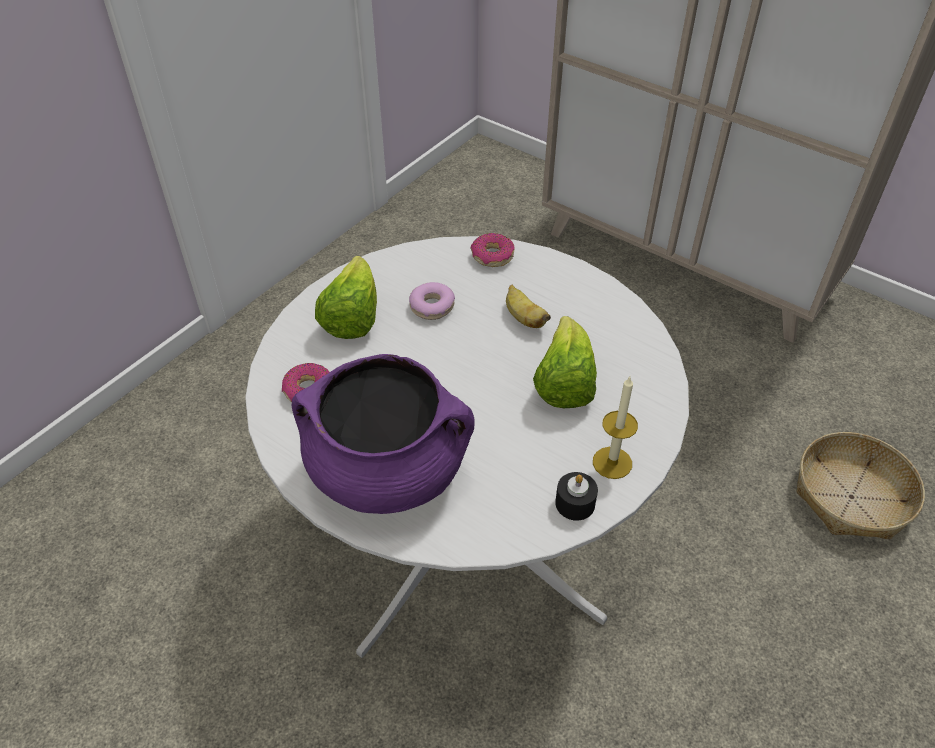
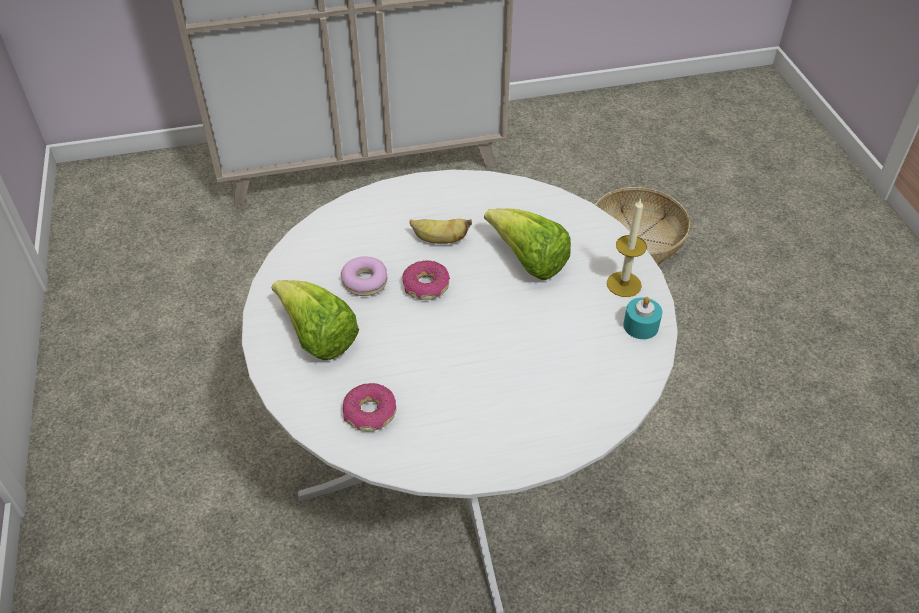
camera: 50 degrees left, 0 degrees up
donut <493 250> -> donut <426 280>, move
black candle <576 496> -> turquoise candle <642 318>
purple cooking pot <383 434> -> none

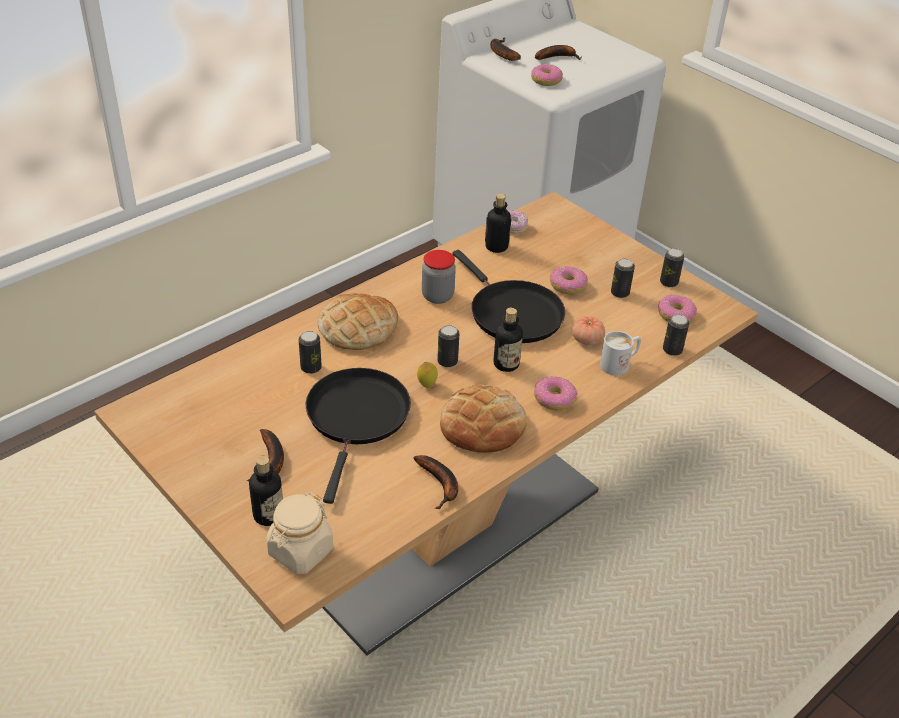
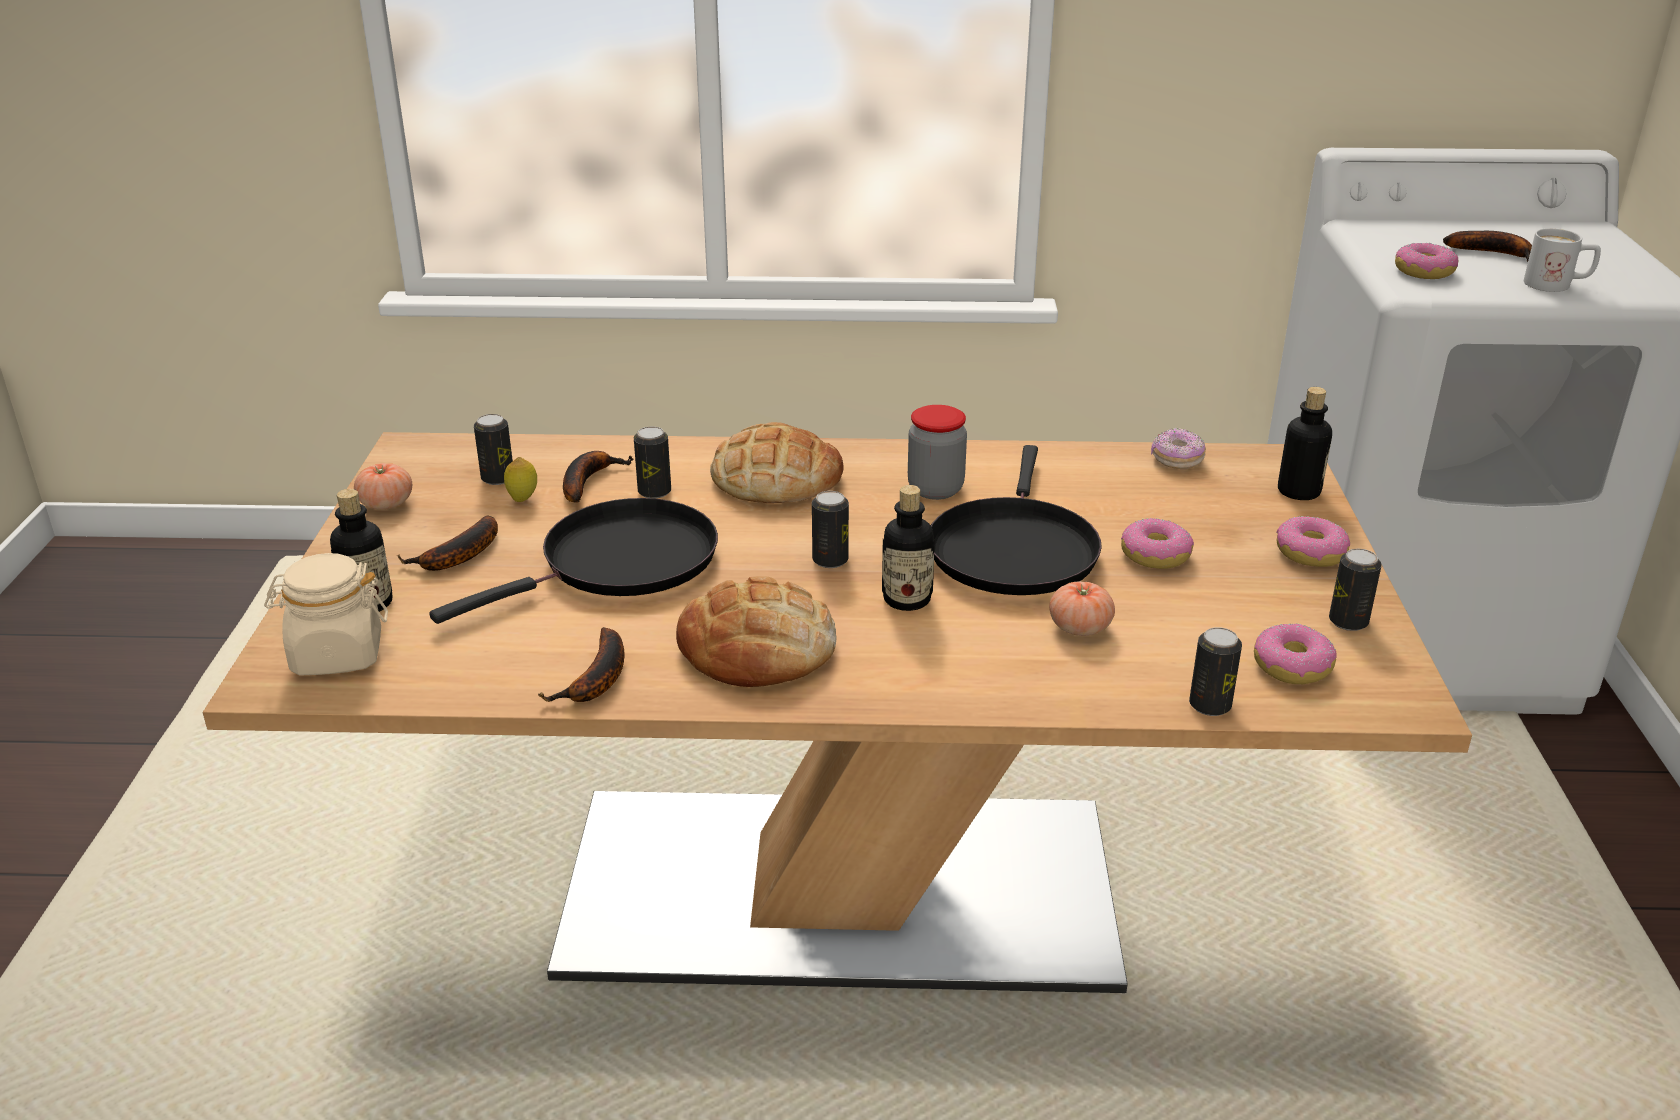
camera: 45 degrees right, 10 degrees down
none -> tomato <383 486>
can <623 278> -> can <493 449>, move
lemon <427 375> -> lemon <520 479>, move
banana <505 49> -> banana <598 477>, move
donut <555 393> -> donut <1313 541>, move
bottle <498 223> -> bottle <1305 443>, move
white mug <620 353> -> white mug <1562 260>, move

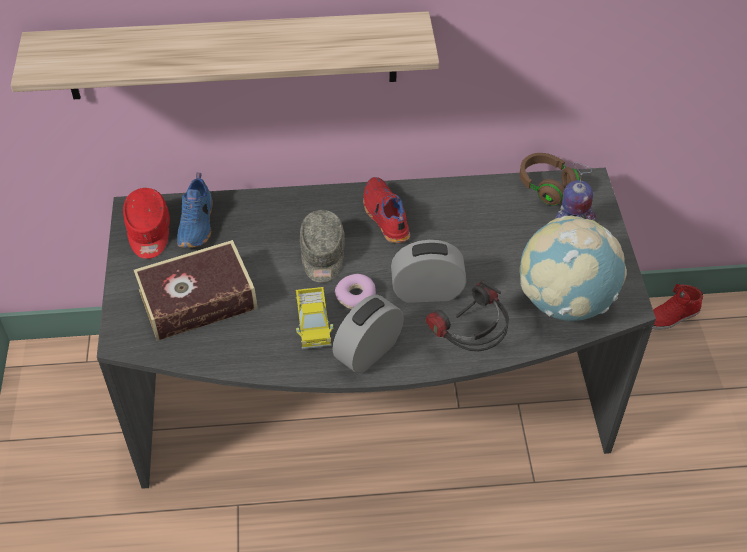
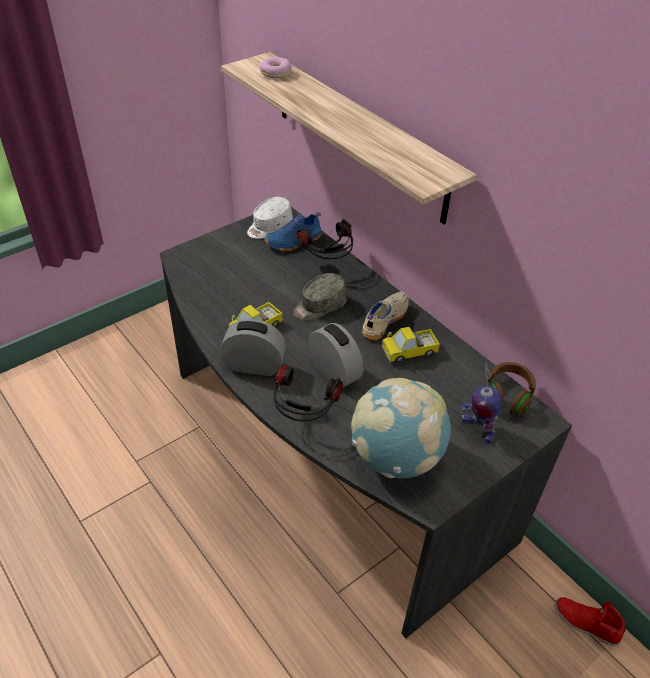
camera: 55 degrees right, 5 degrees down
red cap <146 223> -> white cap <270 218>
donut <355 291> -> donut <276 67>, move
none -> headphones <325 239>
red shoe <386 210> -> beige shoe <385 316>
none -> toy truck <411 345>
book <195 290> -> none

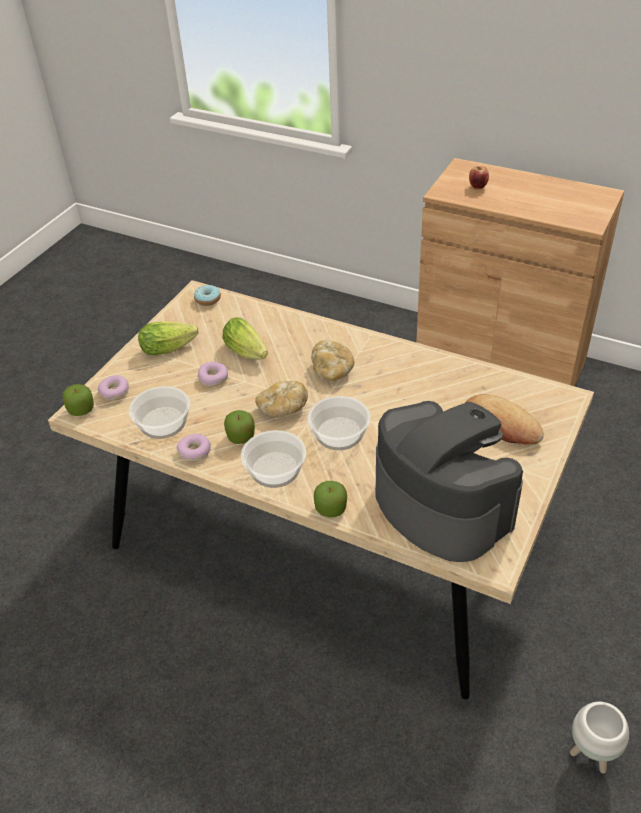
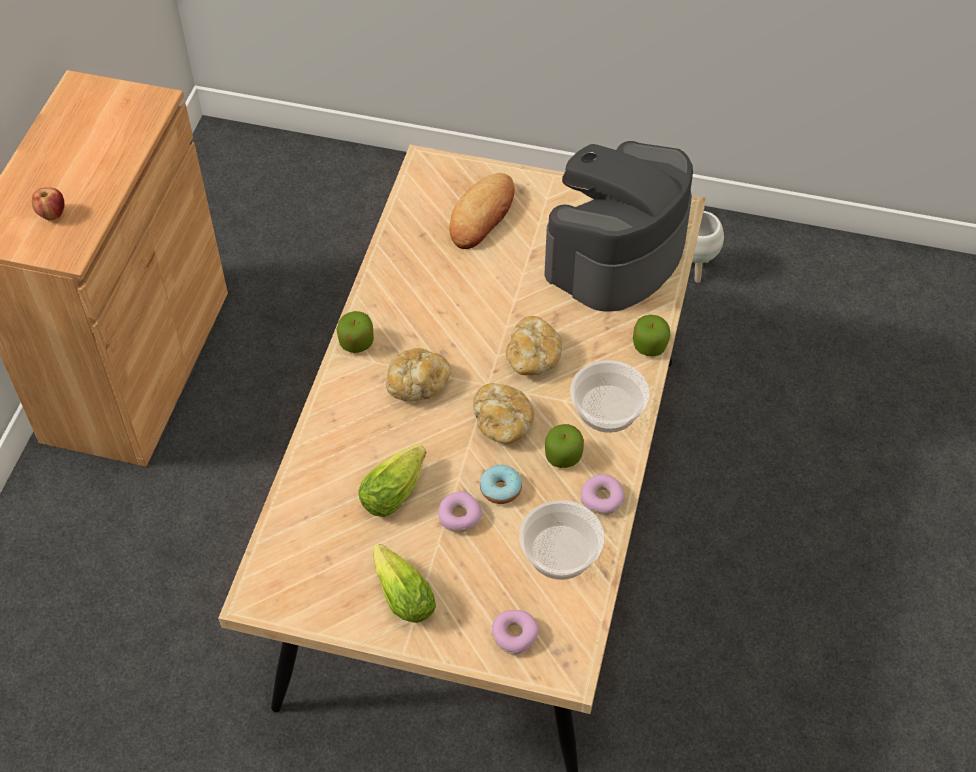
camera: 105 degrees left, 10 degrees up
apple <78 400> -> apple <355 332>, move
donut <207 295> -> donut <501 484>, move
bowl <338 423> -> bread <534 345>

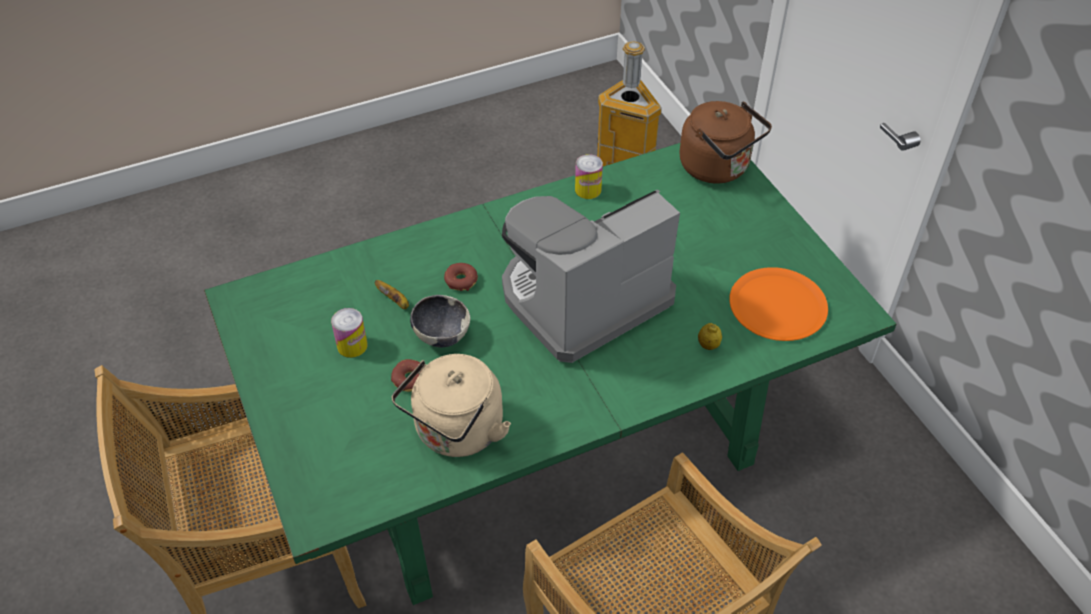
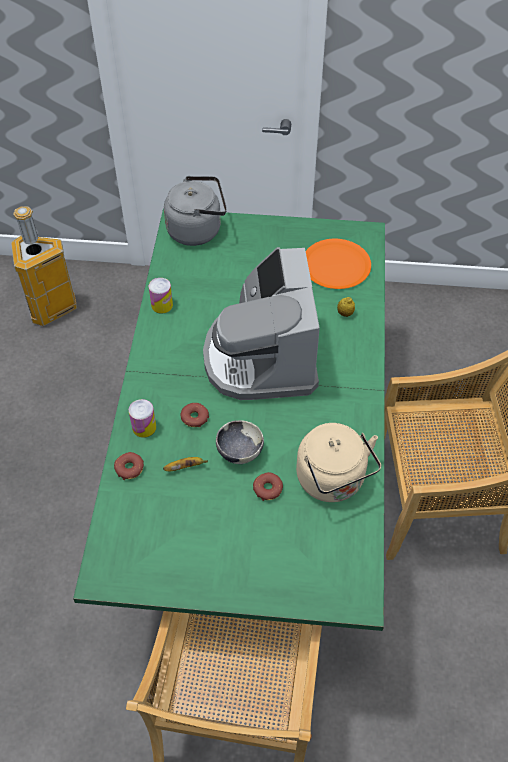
camera: 60 degrees left, 5 degrees up
none -> donut <129 466>
can <349 333> -> can <142 418>, move
brown kettle <725 142> -> grey kettle <195 211>

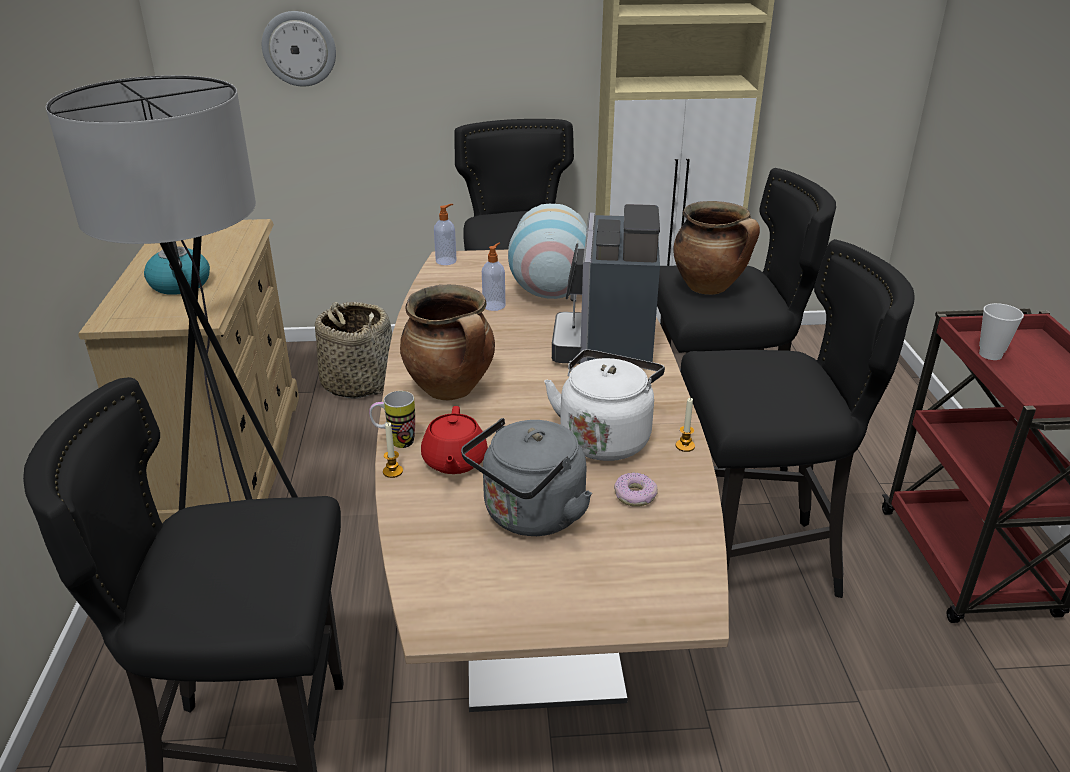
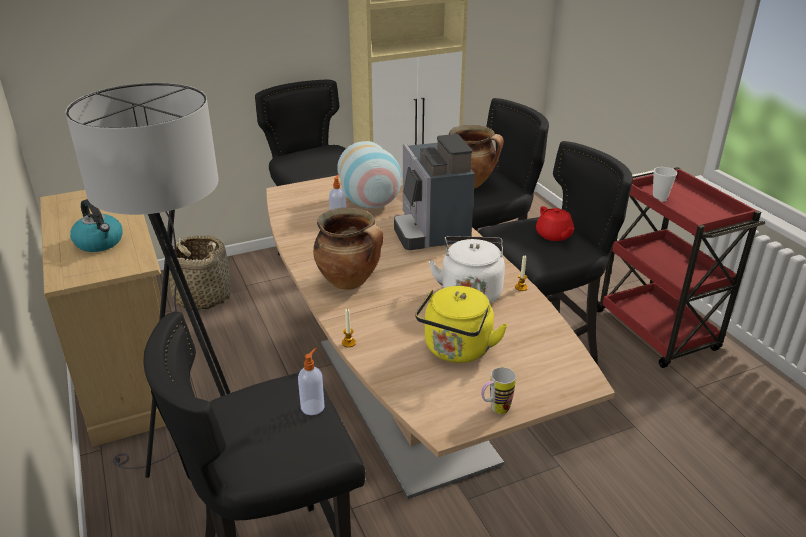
camera: 20 degrees left, 0 degrees up
soap dispenser <445 234> -> soap dispenser <311 381>, move
grey kettle <526 477> -> yellow kettle <461 324>
mug <392 419> -> mug <498 390>, move
red teapot <454 440> -> red teapot <555 223>, move
wall clock <299 49> -> none
donut <635 489> -> none

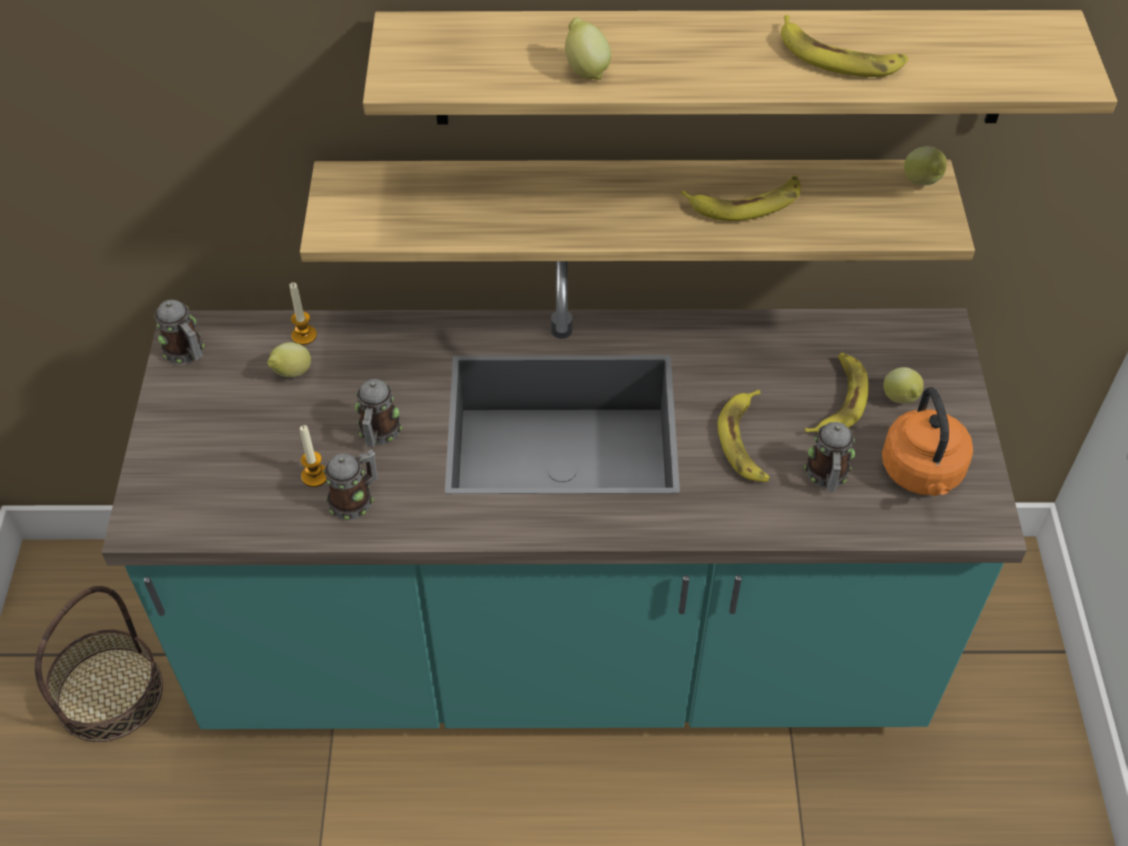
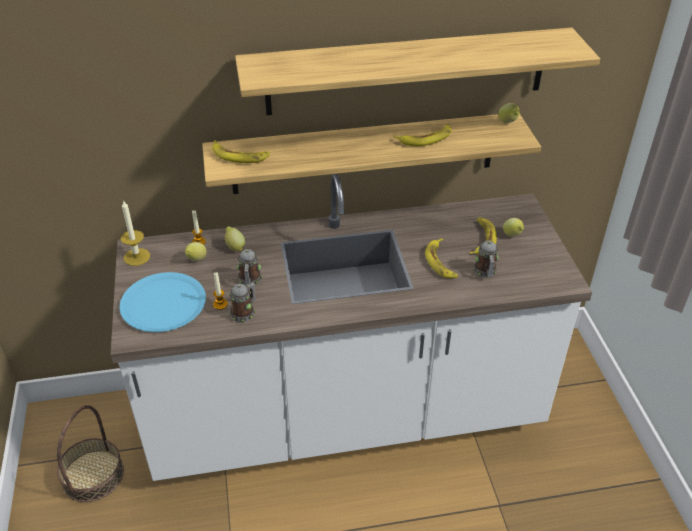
camera: 10 degrees left, 10 degrees down
turquoise counter <564 495> -> white counter <351 327>
mug <179 332> -> candle <135 233>
none -> blue plate <163 302>
banana <844 46> -> banana <241 151>, move
lemon <588 48> -> lemon <235 238>, move
orange kettle <927 441> -> none

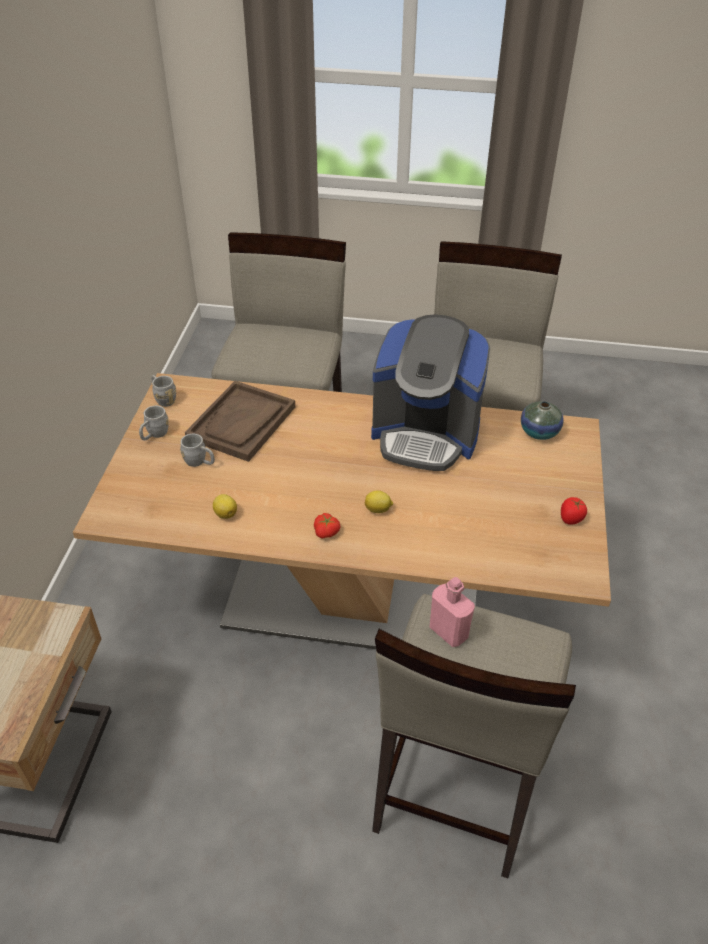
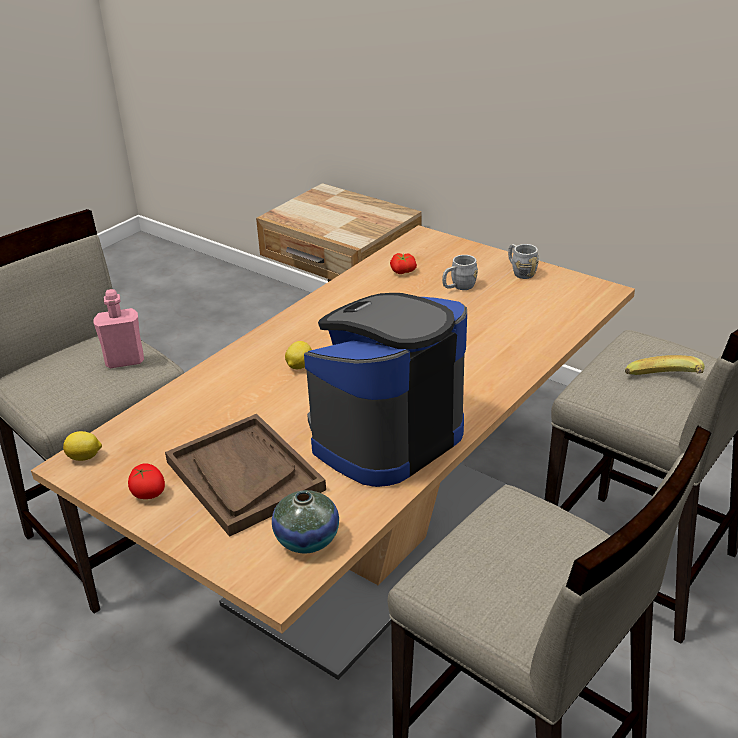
camera: 120 degrees right, 10 degrees down
lemon <225 506> -> lemon <82 446>, move
brown tray <240 421> -> brown tray <245 475>, move
tomato <327 526> -> tomato <403 263>, move
none -> banana <665 365>
grey mug <163 391> -> none

